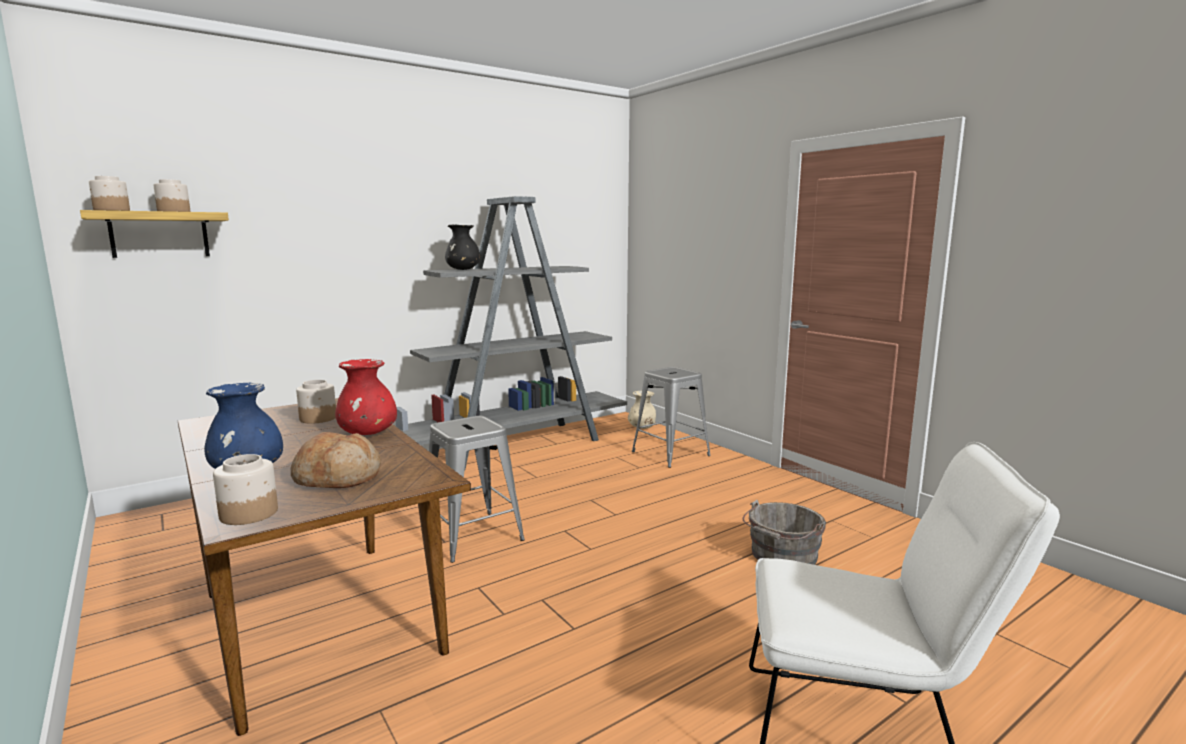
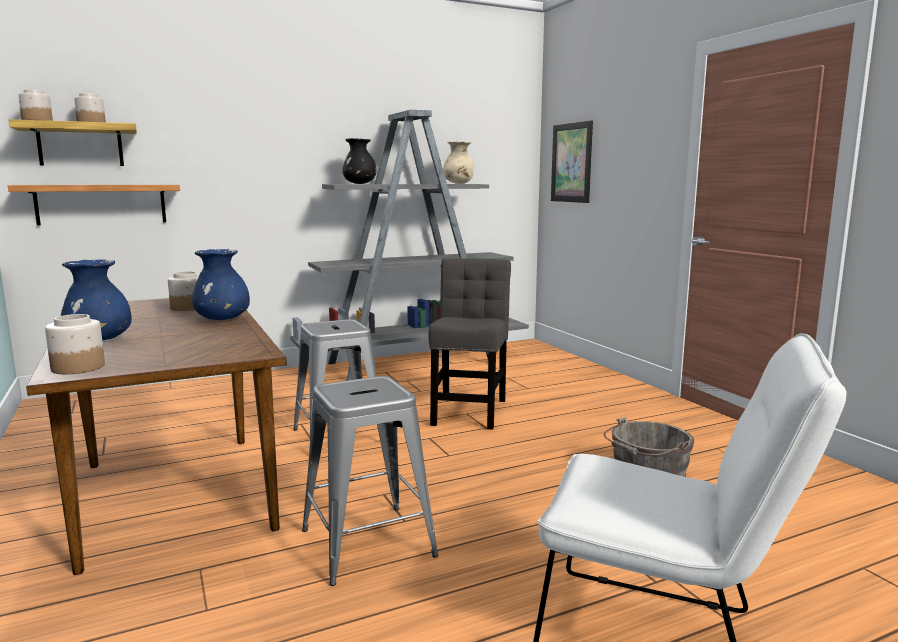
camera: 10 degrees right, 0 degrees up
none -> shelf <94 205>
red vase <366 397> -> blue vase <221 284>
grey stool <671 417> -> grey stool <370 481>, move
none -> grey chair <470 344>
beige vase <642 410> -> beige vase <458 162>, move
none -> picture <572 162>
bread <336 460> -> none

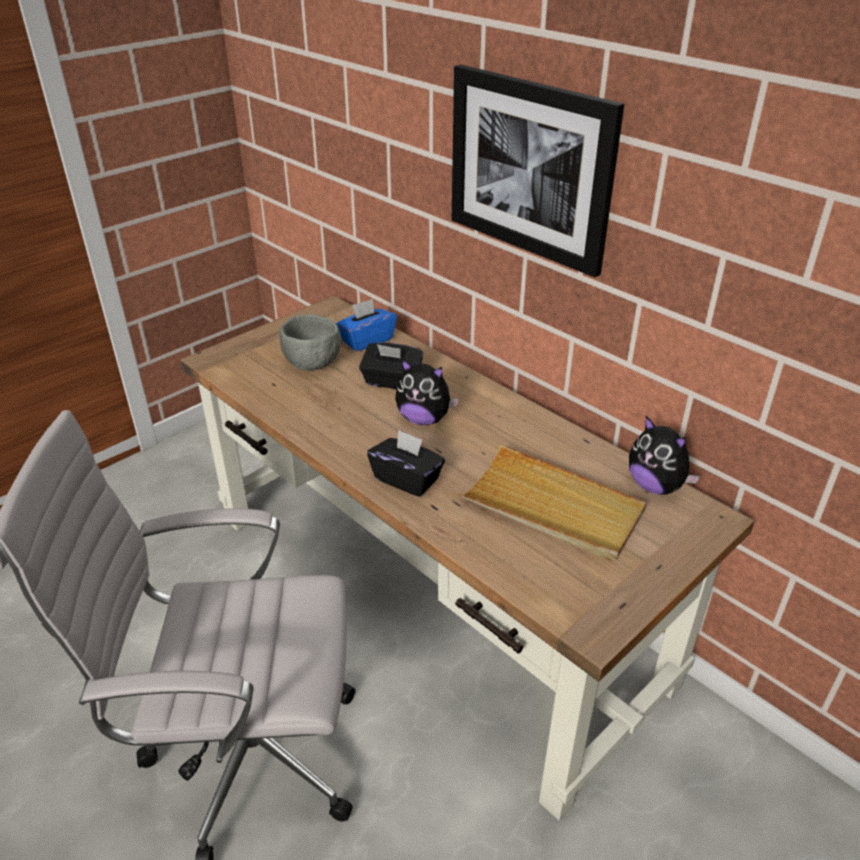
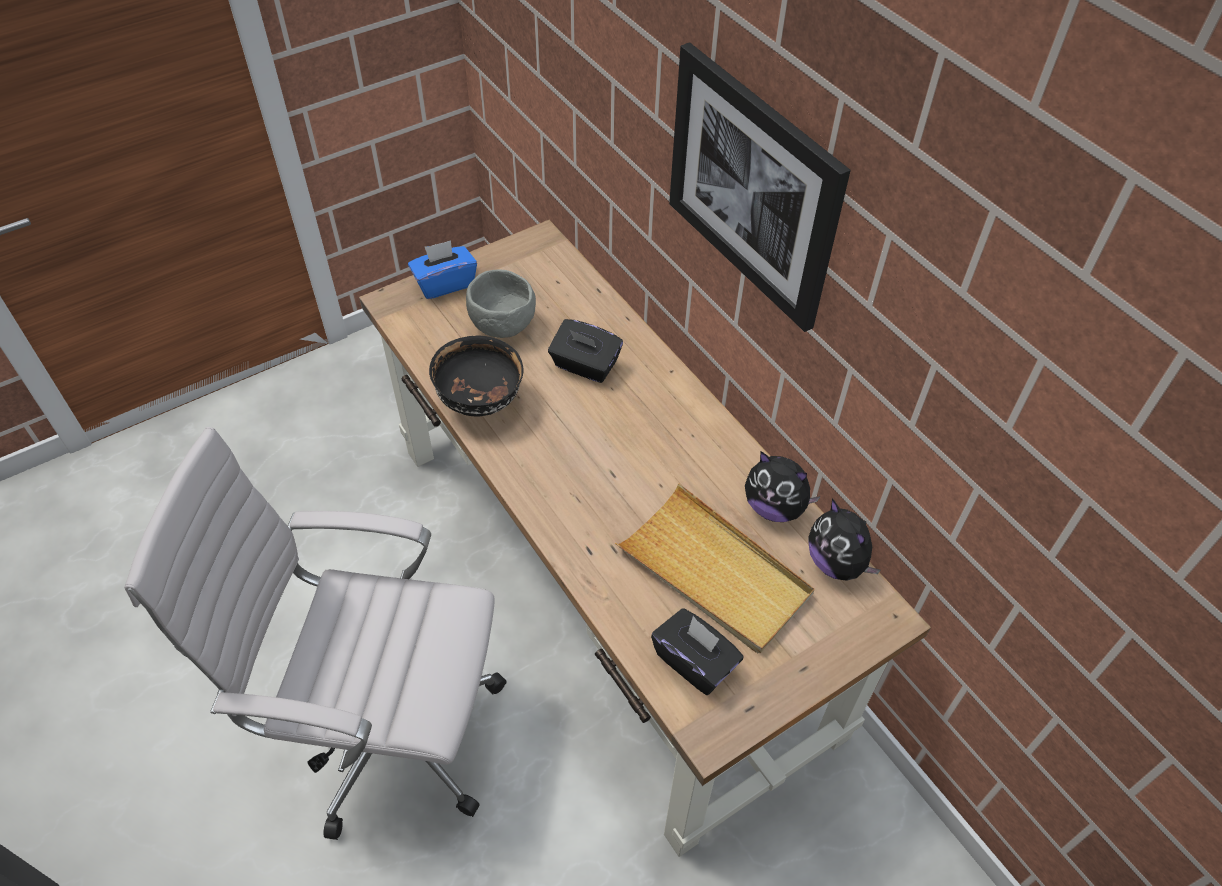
camera: 10 degrees right, 15 degrees up
blue tissue box <366 325> -> blue tissue box <442 269>, move
none -> black bowl <476 376>
black tissue box <406 463> -> black tissue box <697 651>, move
plush toy <427 392> -> plush toy <783 486>, move

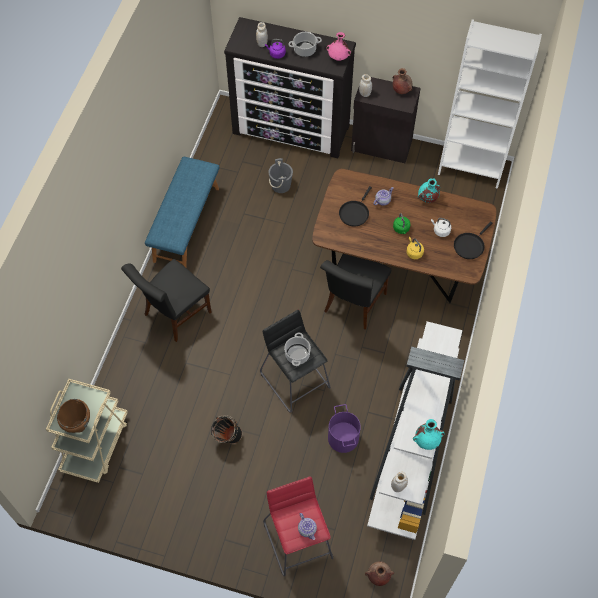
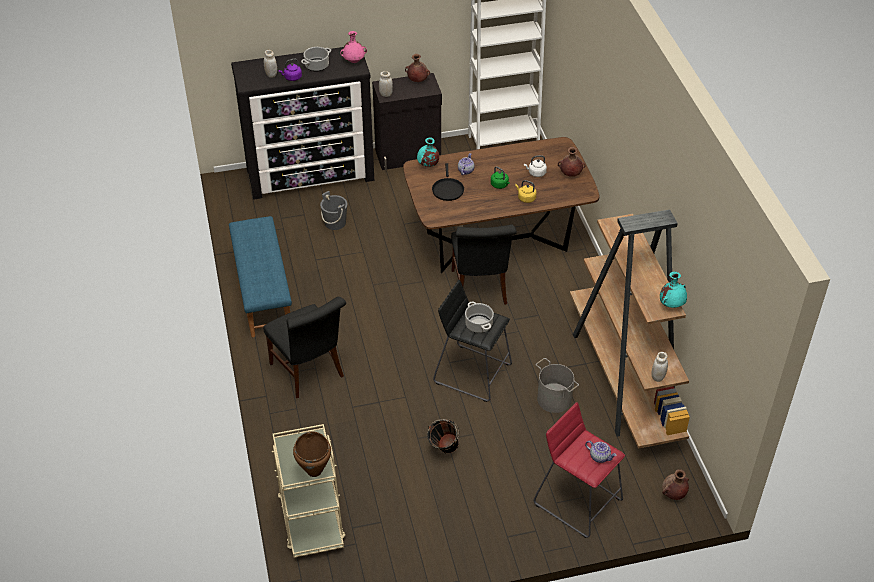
camera: 30 degrees left, 15 degrees down
black chair <166 300> -> black chair <304 347>, 45 degrees counterclockwise
turquoise vase <429 190> -> turquoise vase <428 152>, move
purple bucket <344 428> -> grey bucket <557 385>
black frying pan <473 240> -> brown vase <572 162>
white bookcase <415 430> -> brown bookcase <630 329>

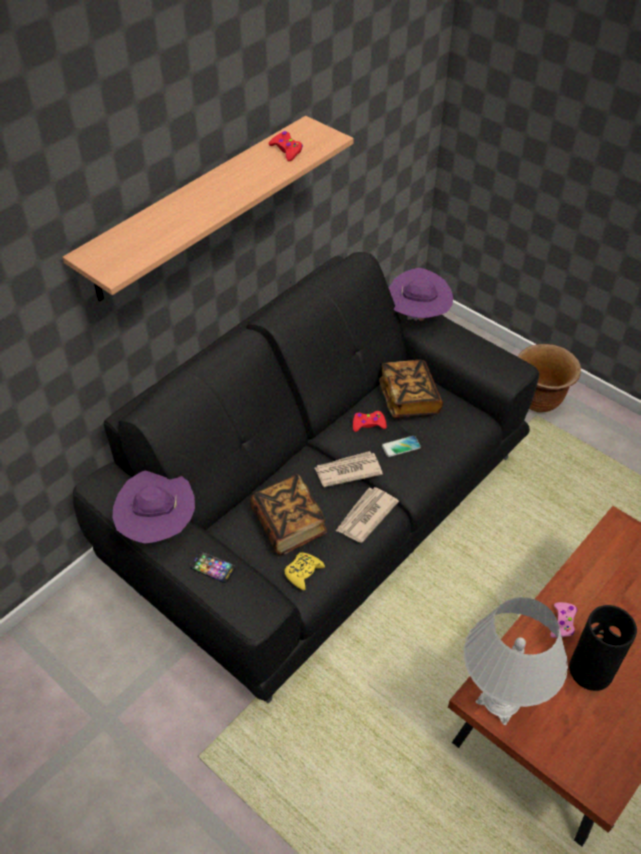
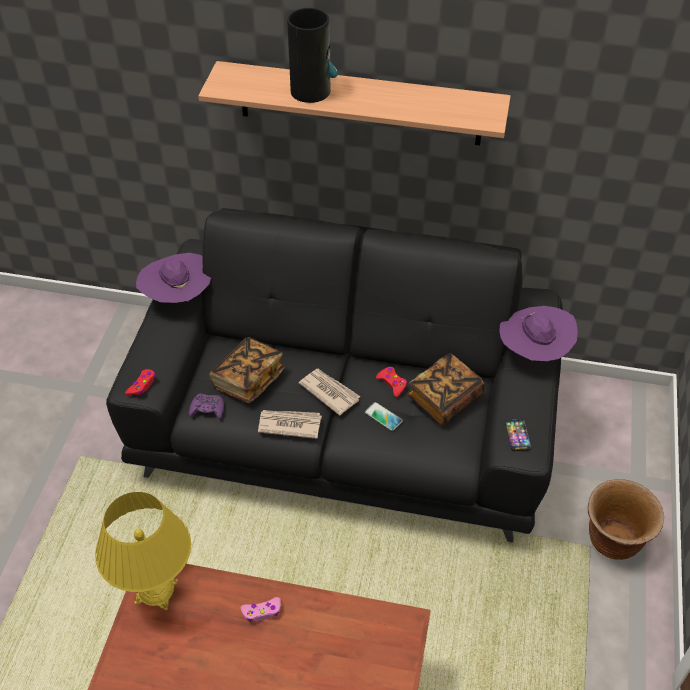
camera: 60 degrees right, 0 degrees up
white table lamp <516 661> -> yellow table lamp <143 551>
red game controller <285 146> -> red game controller <140 382>, move
yellow game controller <304 571> -> purple game controller <206 406>
vase <603 648> -> vase <312 55>, move
phone <213 567> -> phone <518 434>, move

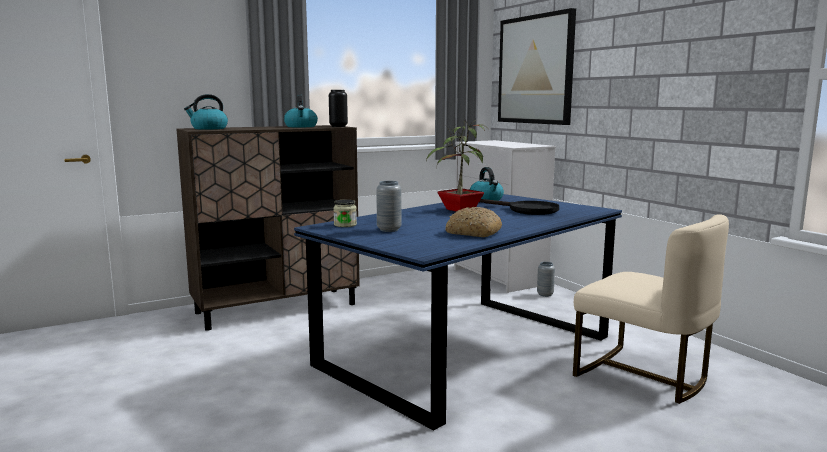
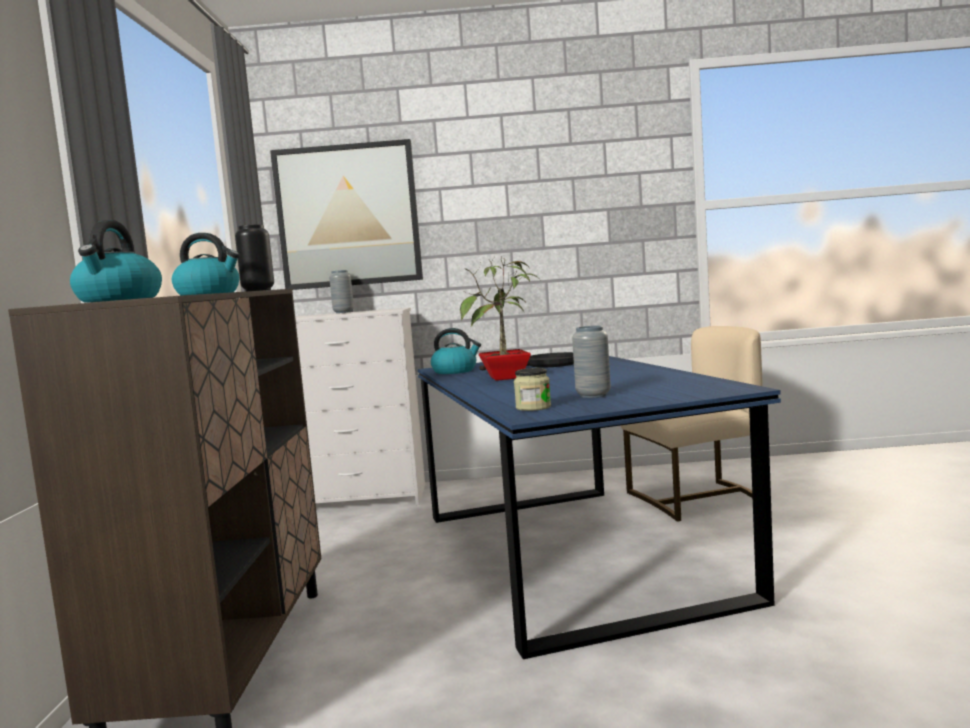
camera: 60 degrees left, 5 degrees down
grey vase <546 279> -> grey vase <341 291>, move
bread <473 222> -> none

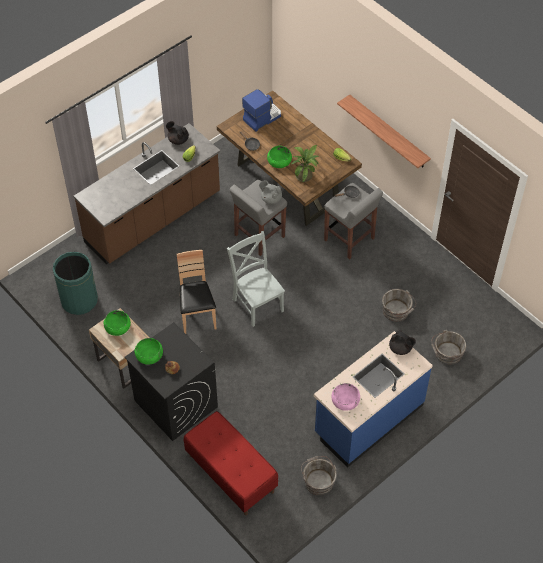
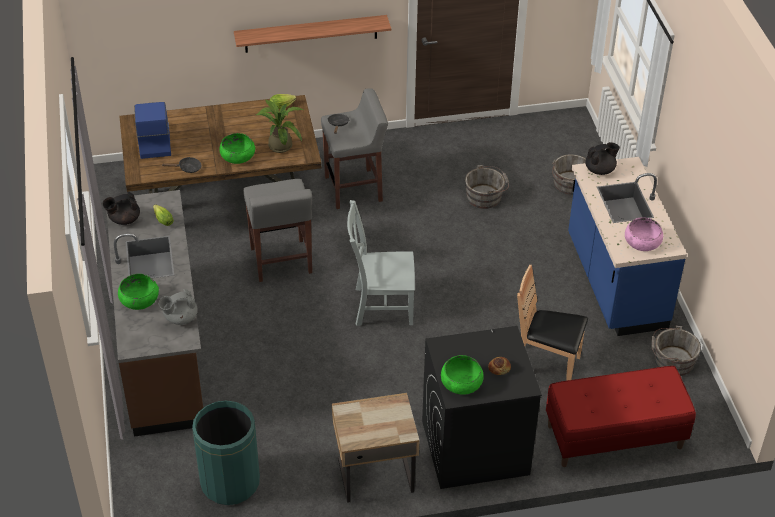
camera: 60 degrees left, 10 degrees down
green bowl <117 323> -> green bowl <138 292>, move
grey teapot <270 192> -> grey teapot <178 307>, move
brown chair <196 292> -> brown chair <552 323>, move

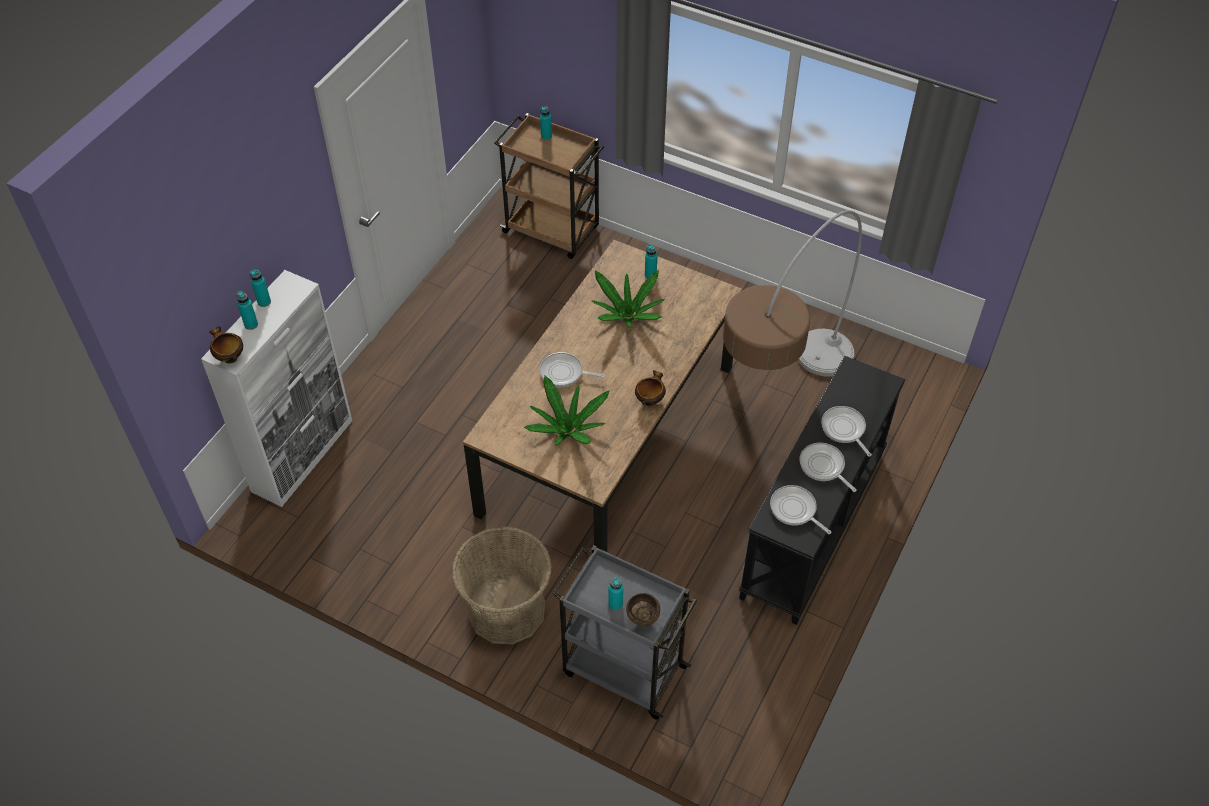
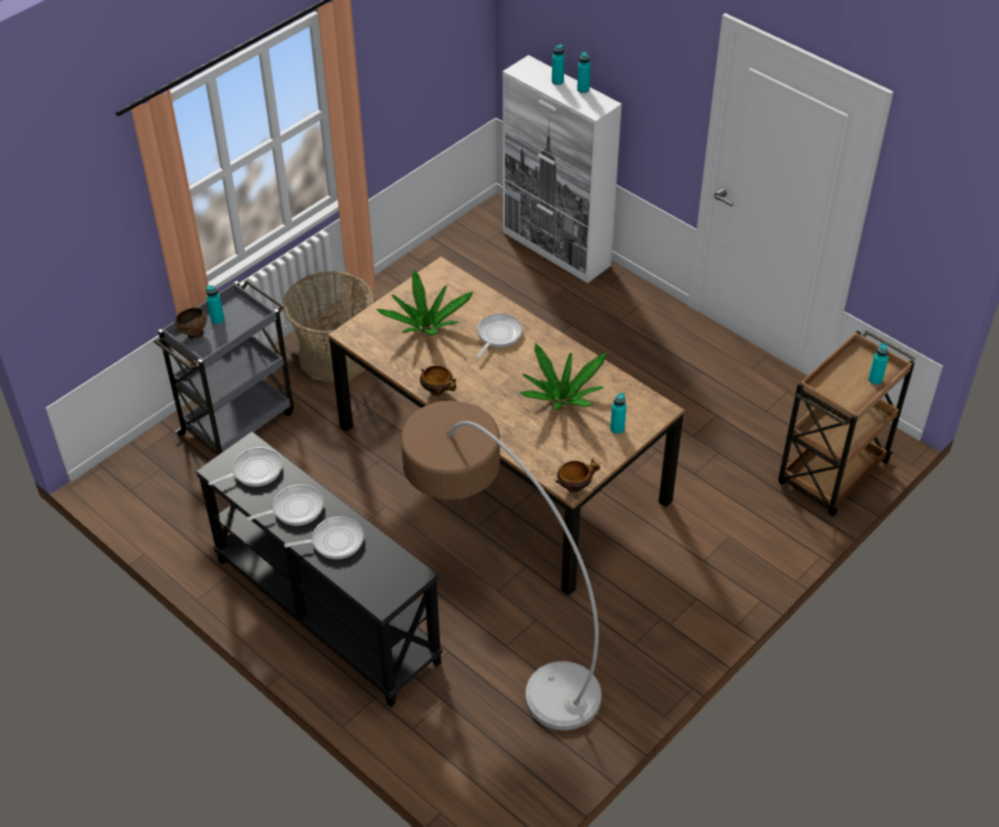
camera: 105 degrees right, 5 degrees down
bowl <226 345> -> bowl <577 475>, move

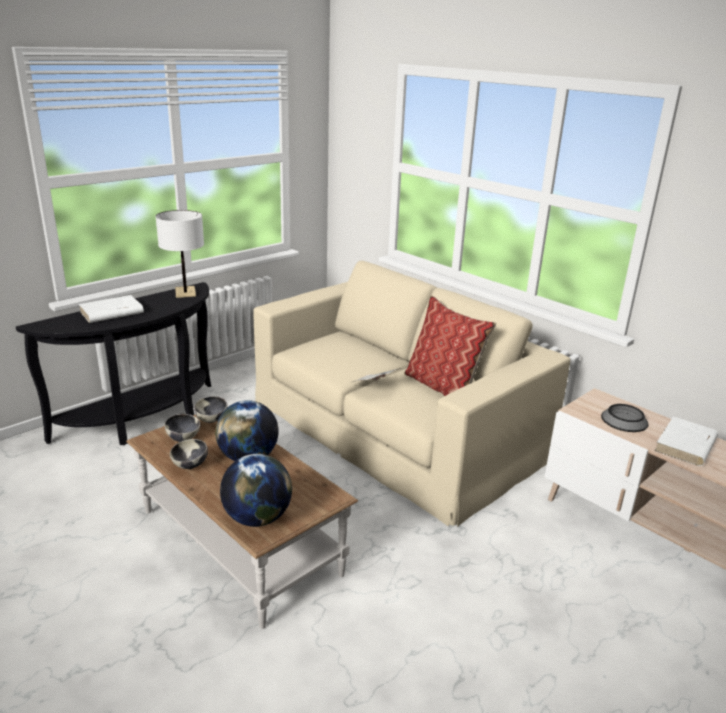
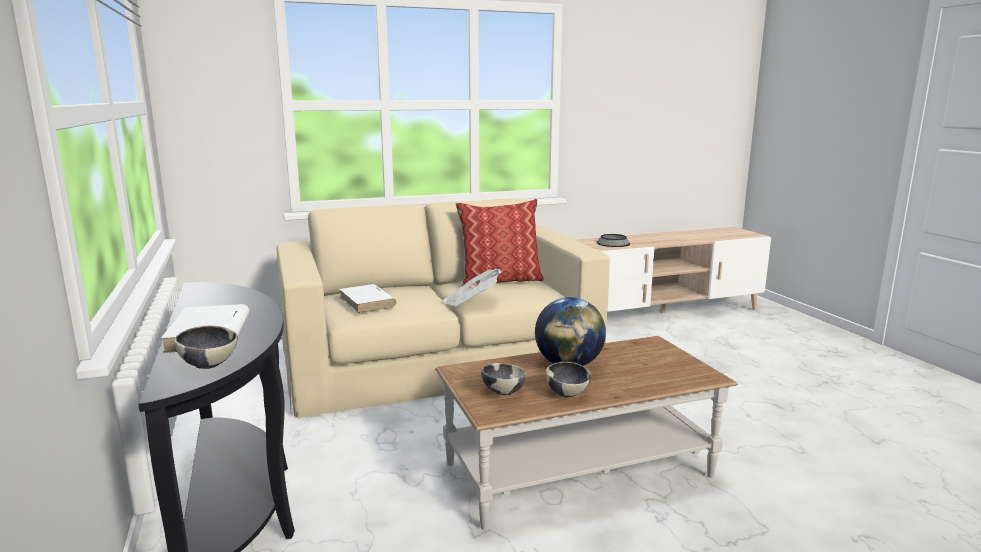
camera: 65 degrees left, 10 degrees down
bowl <211 409> -> bowl <206 347>, move
white book <686 441> -> white book <368 298>, move
white table lamp <179 254> -> none
globe <256 490> -> none

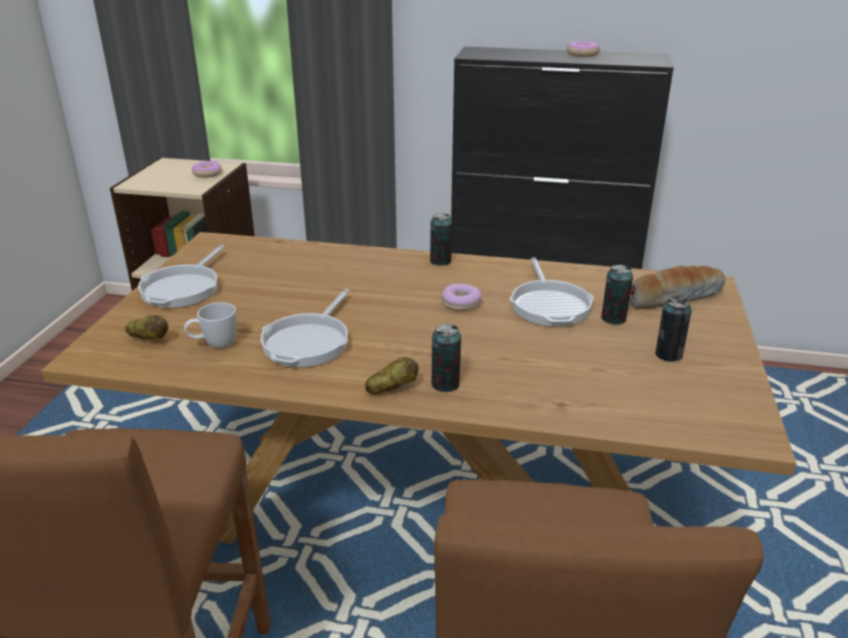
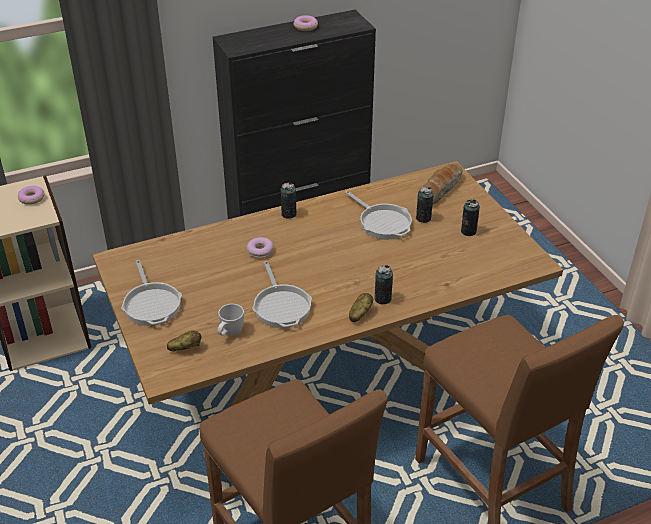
camera: 35 degrees left, 10 degrees up
donut <461 297> -> donut <260 247>, move

